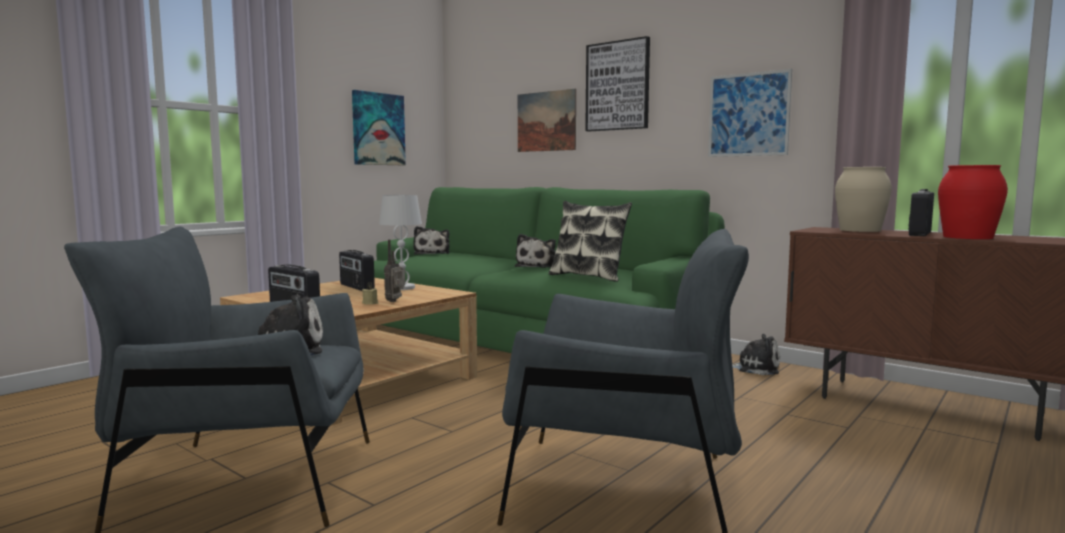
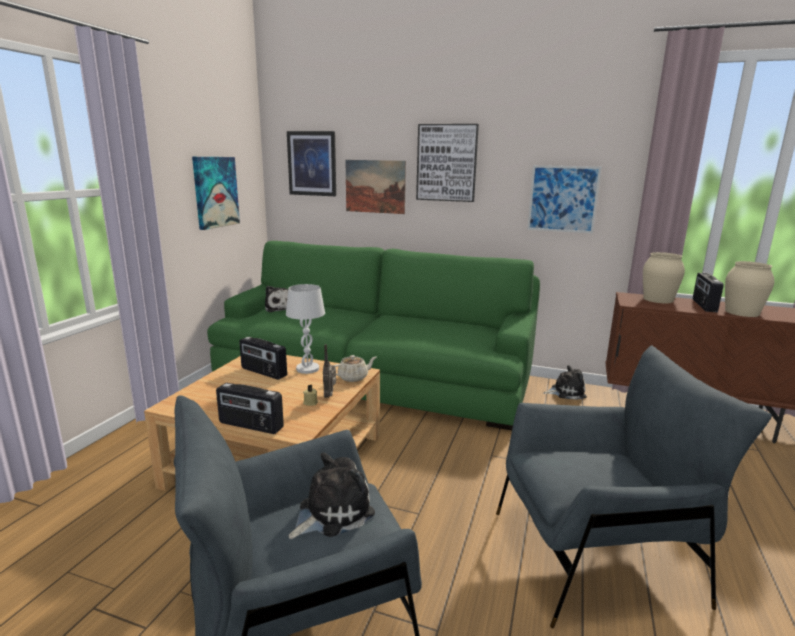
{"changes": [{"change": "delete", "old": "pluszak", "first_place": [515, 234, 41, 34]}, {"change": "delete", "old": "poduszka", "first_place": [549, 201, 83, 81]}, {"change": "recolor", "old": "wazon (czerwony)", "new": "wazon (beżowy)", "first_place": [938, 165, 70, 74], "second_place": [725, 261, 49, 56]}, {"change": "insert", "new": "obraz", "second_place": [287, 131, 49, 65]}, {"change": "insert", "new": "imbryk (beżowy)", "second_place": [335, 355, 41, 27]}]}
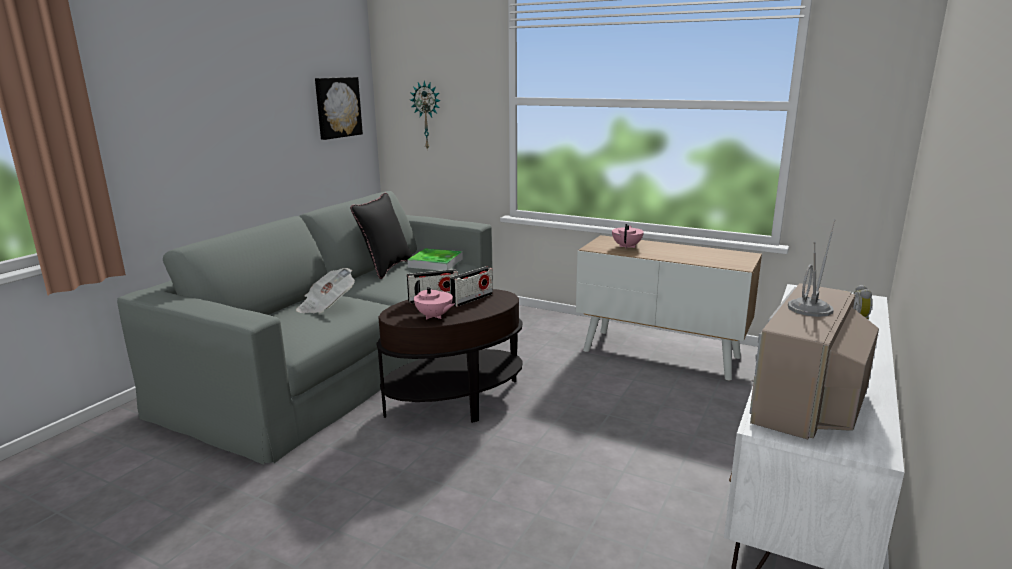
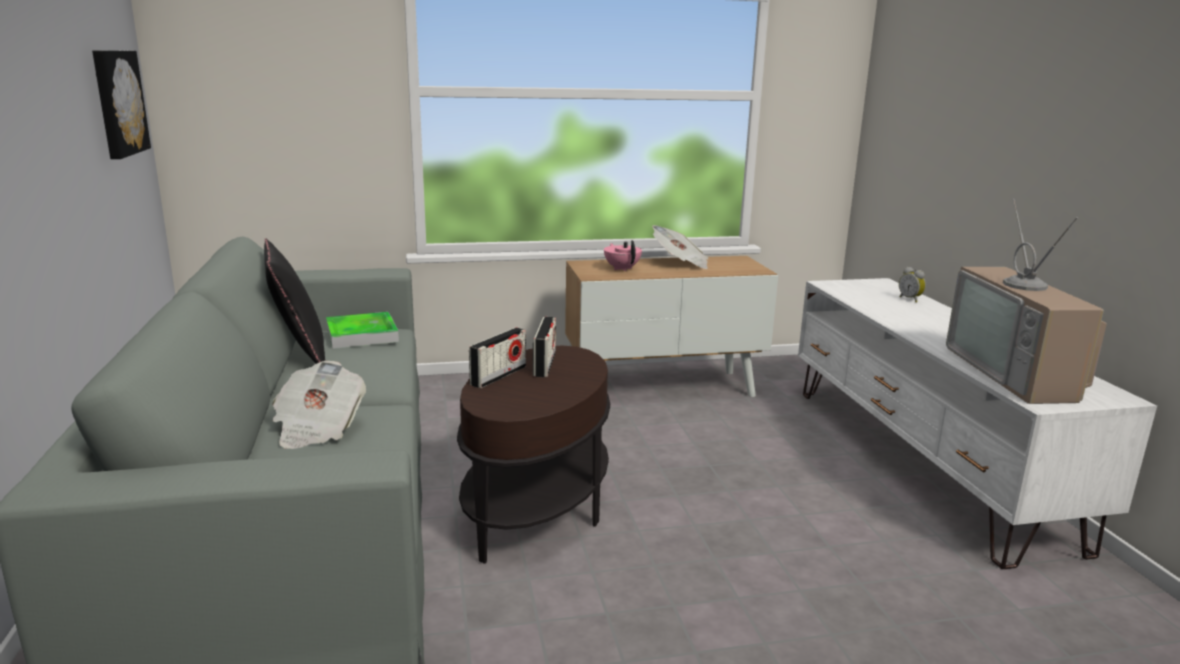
{"changes": [{"change": "delete", "old": "zegar ścienny", "first_place": [410, 81, 31, 69]}, {"change": "delete", "old": "imbryk (różowy)", "first_place": [414, 280, 41, 39]}, {"change": "insert", "new": "gazeta", "second_place": [652, 225, 56, 44]}]}
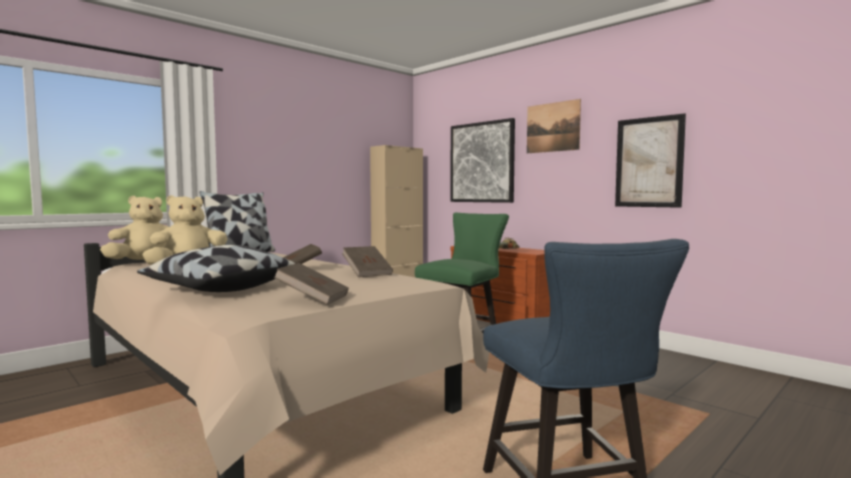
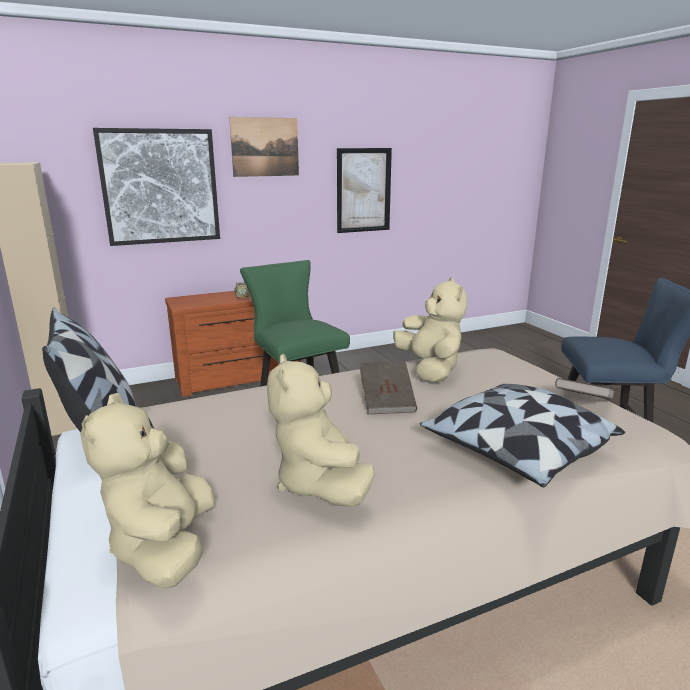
{"changes": [{"change": "replace", "old": "książka (brązowy)", "new": "pluszak (beżowy)", "first_place": [342, 246, 51, 31], "second_place": [393, 277, 74, 106]}]}
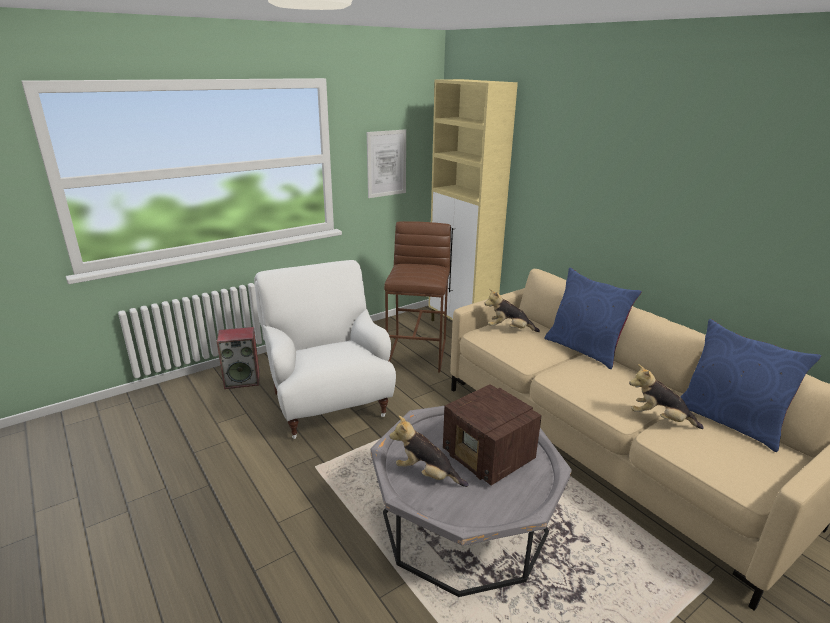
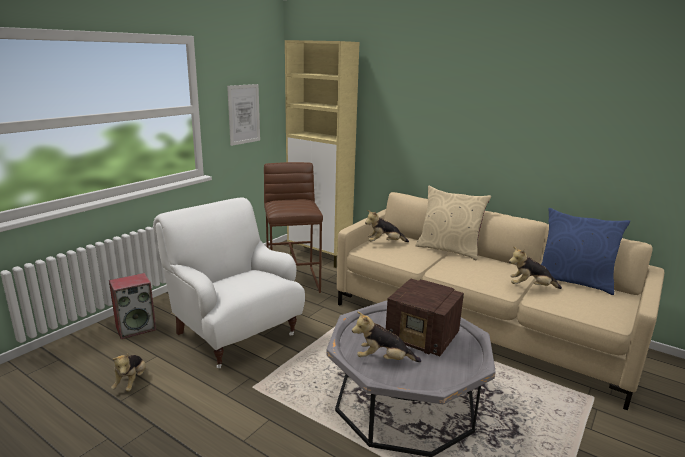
{"changes": [{"change": "recolor", "old": "poduszka (niebieski)", "new": "poduszka (beżowy)", "first_place": [544, 268, 98, 101], "second_place": [415, 186, 76, 74]}, {"change": "insert", "new": "pluszak", "second_place": [111, 352, 35, 40]}]}
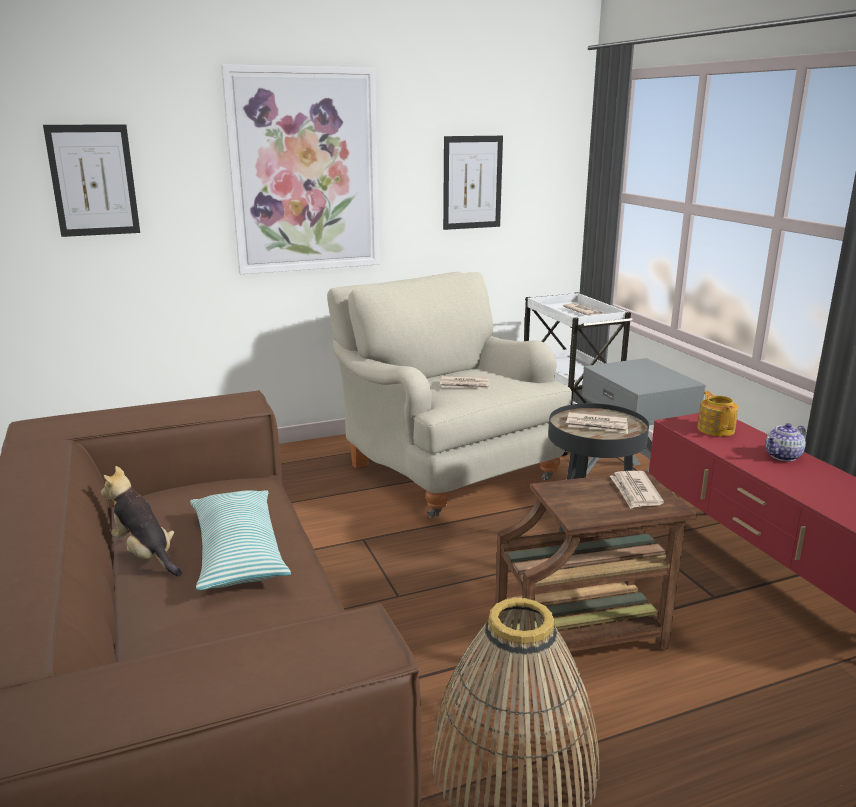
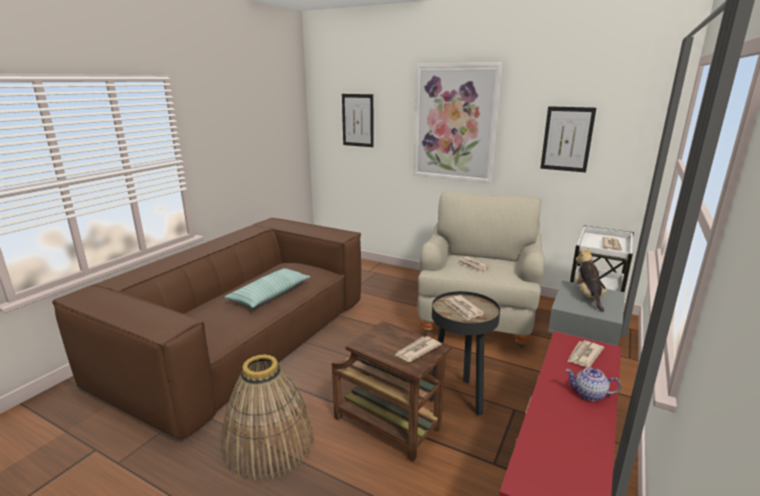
{"changes": [{"change": "move", "old": "pluszak", "first_place": [101, 466, 81, 110], "second_place": [574, 248, 33, 64]}, {"change": "replace", "old": "imbryk", "new": "gazeta", "first_place": [697, 391, 41, 45], "second_place": [567, 341, 37, 26]}]}
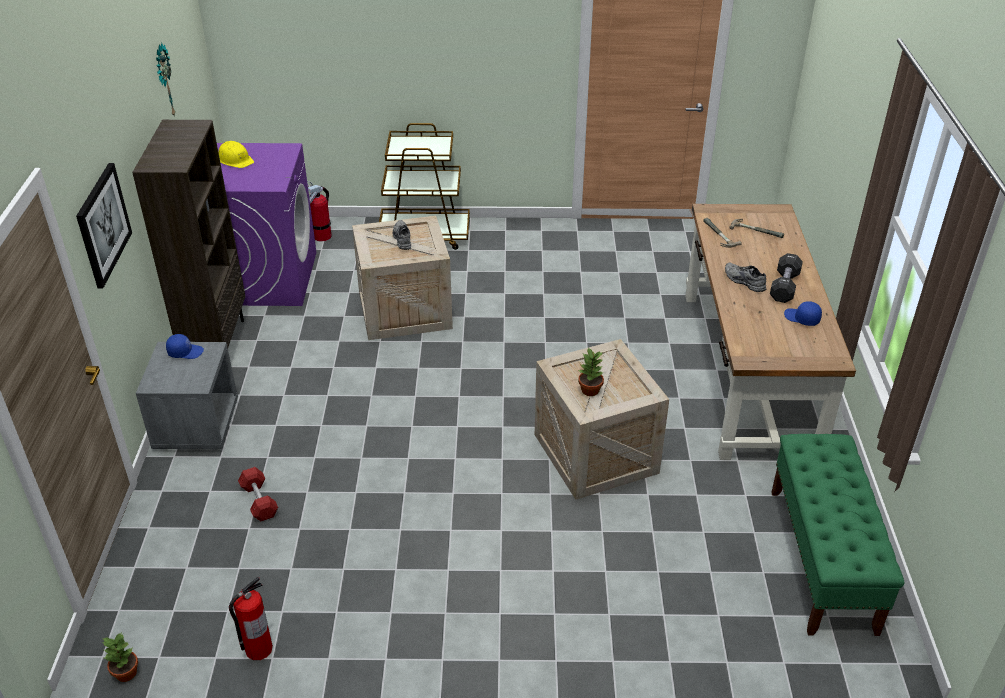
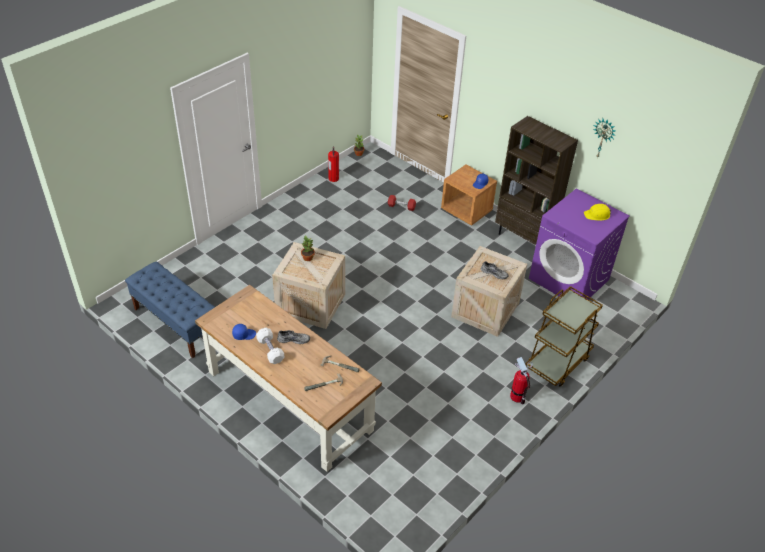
{"changes": [{"change": "delete", "old": "obraz", "first_place": [76, 163, 56, 125]}, {"change": "recolor", "old": "szafka nocna (szary)", "new": "szafka nocna (brązowy)", "first_place": [136, 342, 102, 107], "second_place": [441, 165, 56, 60]}, {"change": "move", "old": "gaśnica", "first_place": [307, 181, 25, 60], "second_place": [510, 357, 23, 48]}, {"change": "recolor", "old": "hantel (czarny)", "new": "hantel (biały)", "first_place": [770, 253, 33, 50], "second_place": [256, 327, 29, 37]}, {"change": "recolor", "old": "ławka (zielony)", "new": "ławka (niebieski)", "first_place": [771, 434, 133, 202], "second_place": [125, 261, 90, 97]}]}
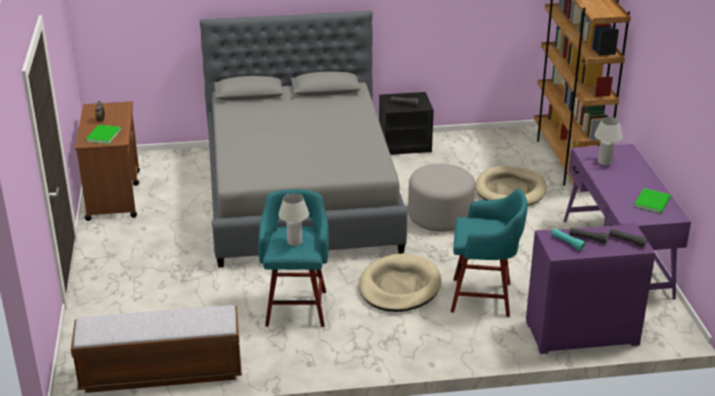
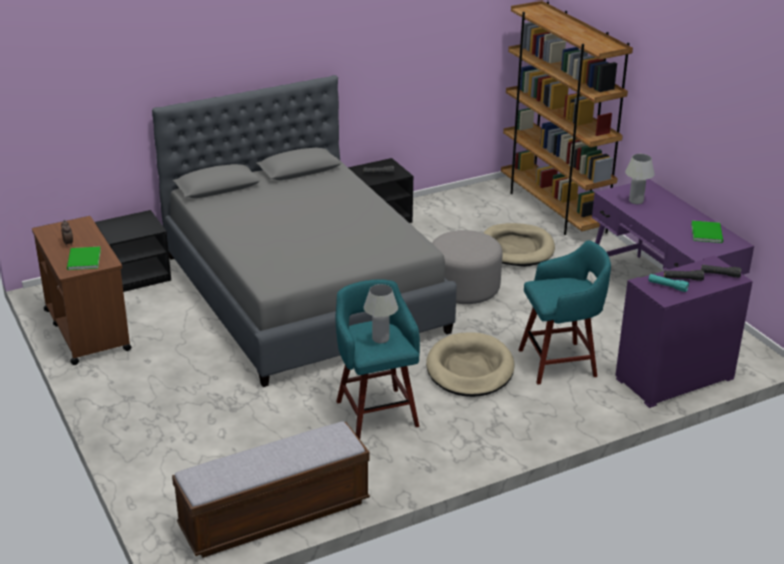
{"changes": [{"change": "insert", "new": "szafka nocna (czarny)", "second_place": [95, 210, 76, 82]}]}
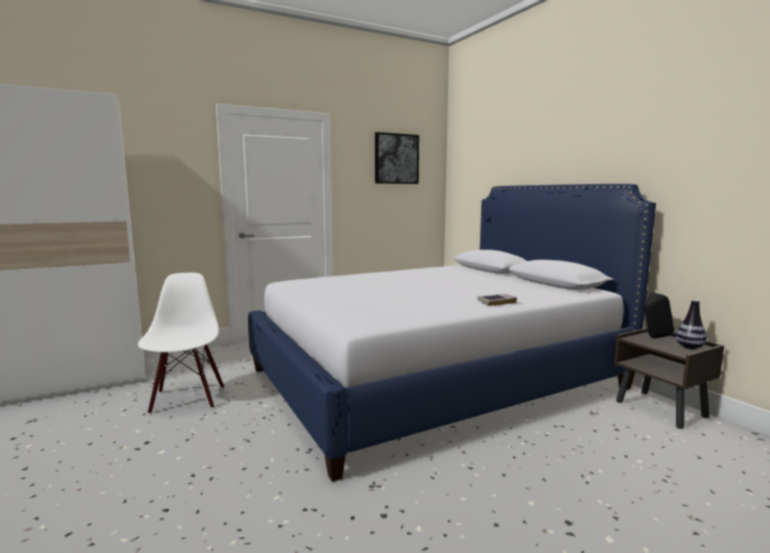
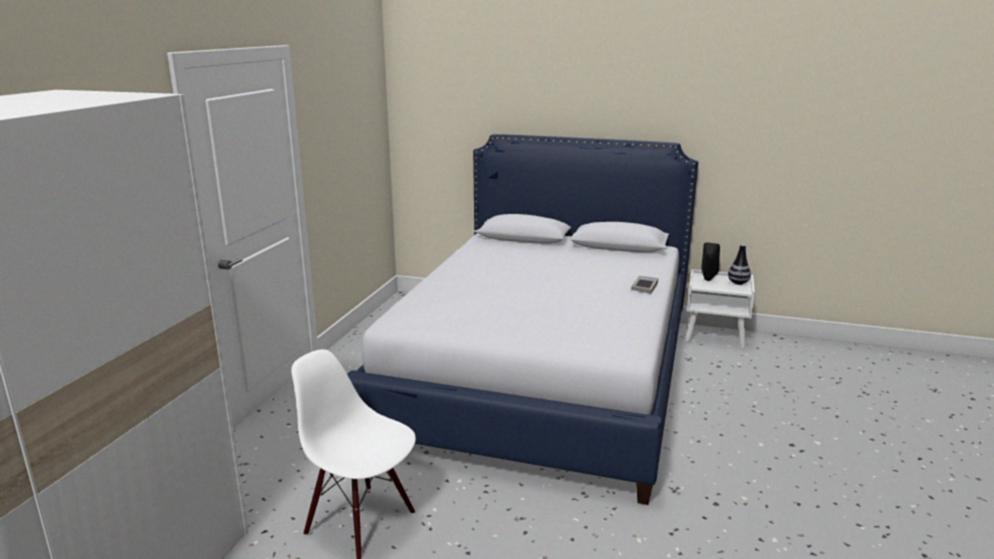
{"changes": [{"change": "delete", "old": "obraz", "first_place": [375, 132, 44, 52]}, {"change": "recolor", "old": "szafka nocna (brązowy)", "new": "szafka nocna (biały)", "first_place": [614, 328, 110, 101], "second_place": [685, 269, 70, 80]}]}
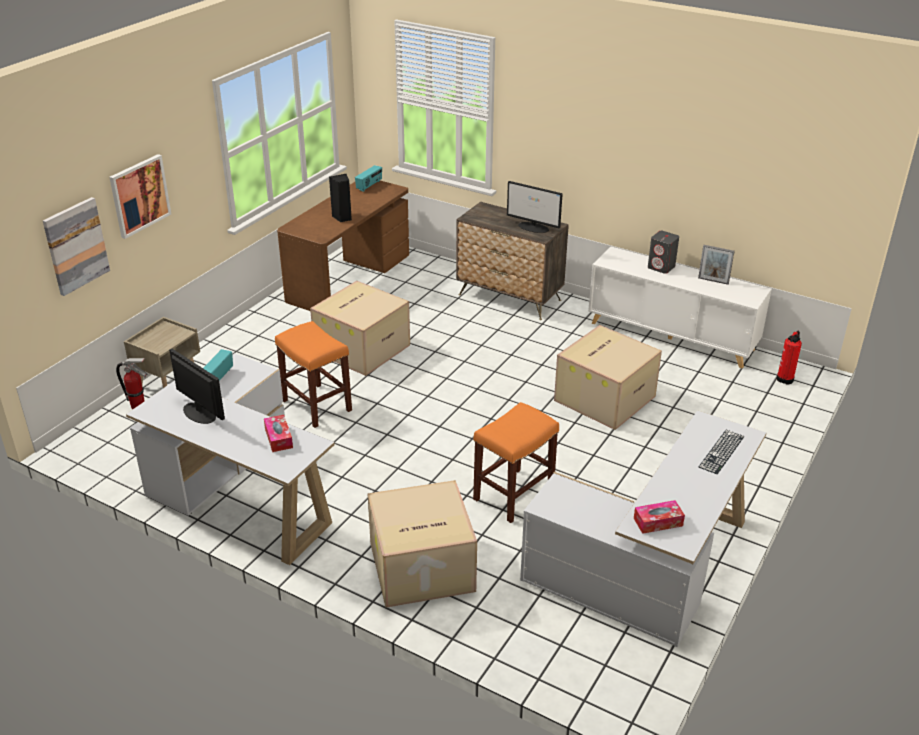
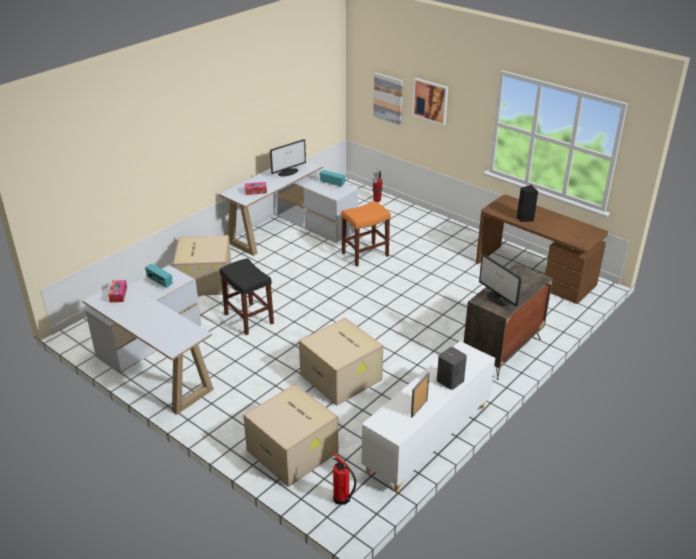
{"changes": [{"change": "delete", "old": "szafka nocna (beżowy)", "first_place": [124, 317, 76, 71]}, {"change": "move", "old": "karton", "first_place": [310, 281, 100, 95], "second_place": [243, 384, 95, 103]}, {"change": "move", "old": "radio", "first_place": [355, 165, 27, 27], "second_place": [145, 264, 27, 24]}, {"change": "recolor", "old": "stołek (pomarańczowy)", "new": "stołek (czarny)", "first_place": [473, 402, 86, 121], "second_place": [220, 258, 54, 77]}, {"change": "rotate", "old": "monitor", "first_place": [507, 181, 56, 52], "second_place": [479, 254, 43, 53], "degrees": -75}, {"change": "delete", "old": "klawiatura", "first_place": [699, 430, 45, 44]}]}
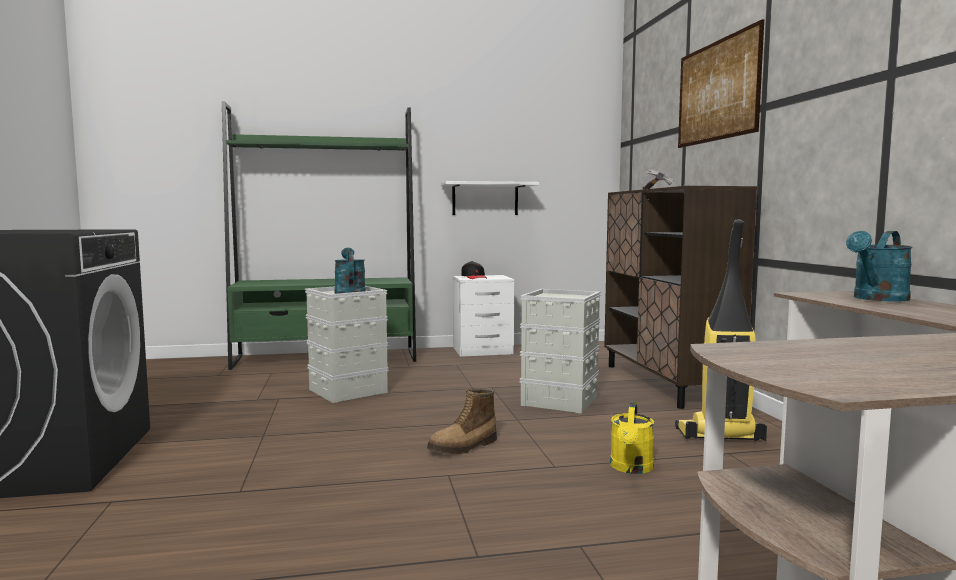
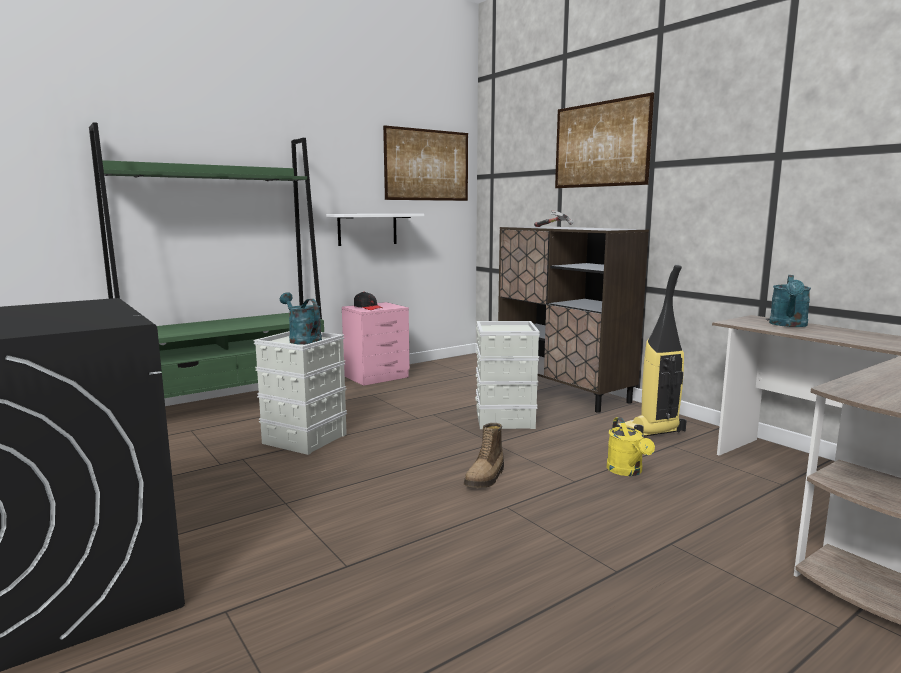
{"changes": [{"change": "recolor", "old": "szafka nocna (biały)", "new": "szafka nocna (różowy)", "first_place": [453, 275, 61, 82], "second_place": [342, 302, 68, 84]}, {"change": "insert", "new": "obraz", "second_place": [383, 125, 85, 76]}]}
